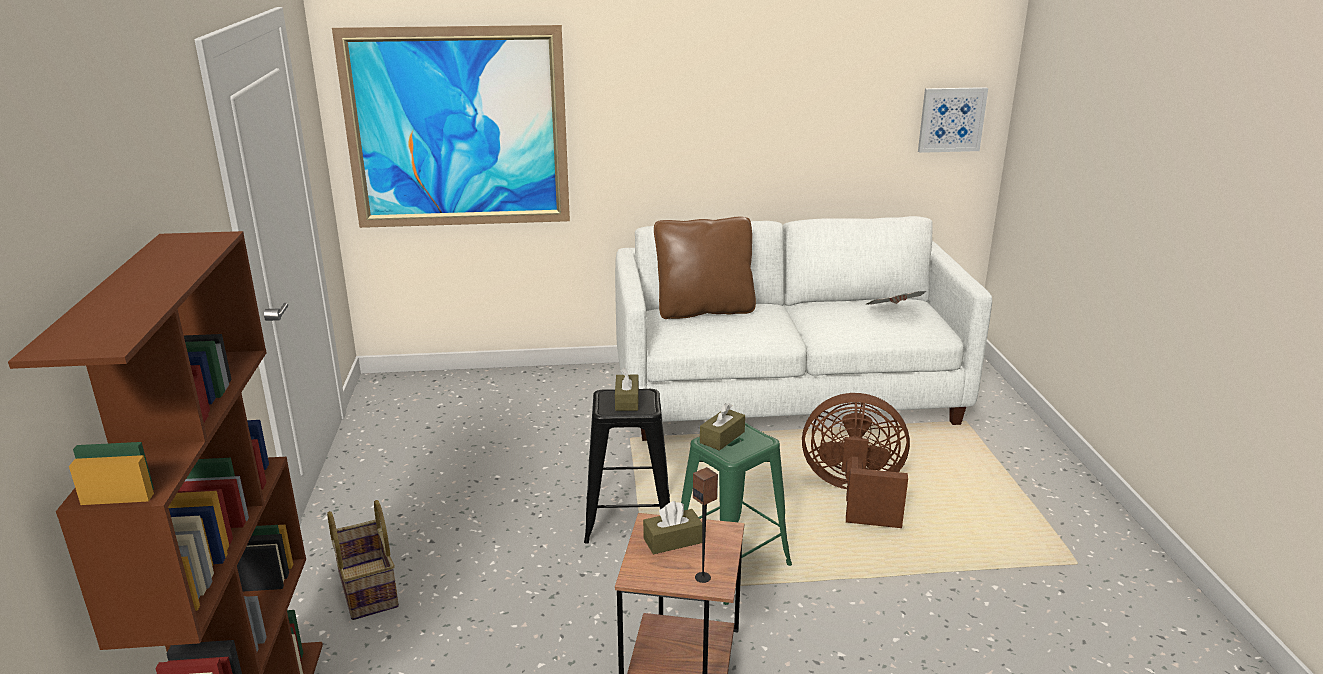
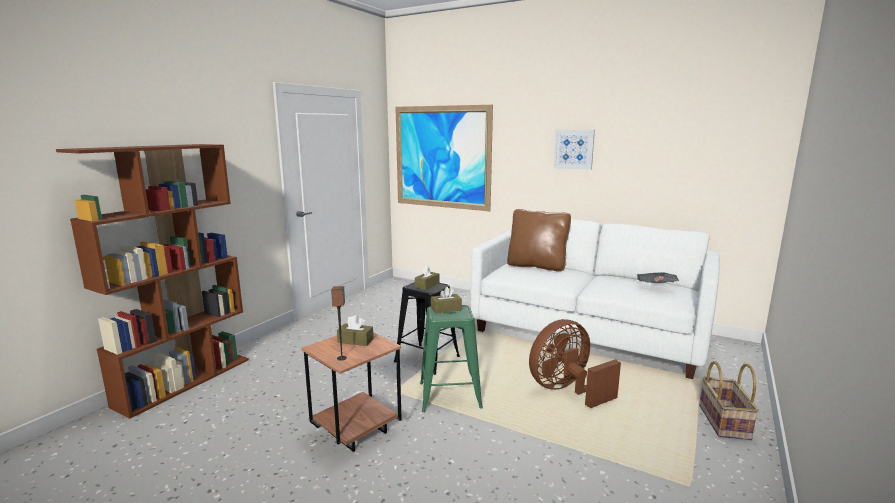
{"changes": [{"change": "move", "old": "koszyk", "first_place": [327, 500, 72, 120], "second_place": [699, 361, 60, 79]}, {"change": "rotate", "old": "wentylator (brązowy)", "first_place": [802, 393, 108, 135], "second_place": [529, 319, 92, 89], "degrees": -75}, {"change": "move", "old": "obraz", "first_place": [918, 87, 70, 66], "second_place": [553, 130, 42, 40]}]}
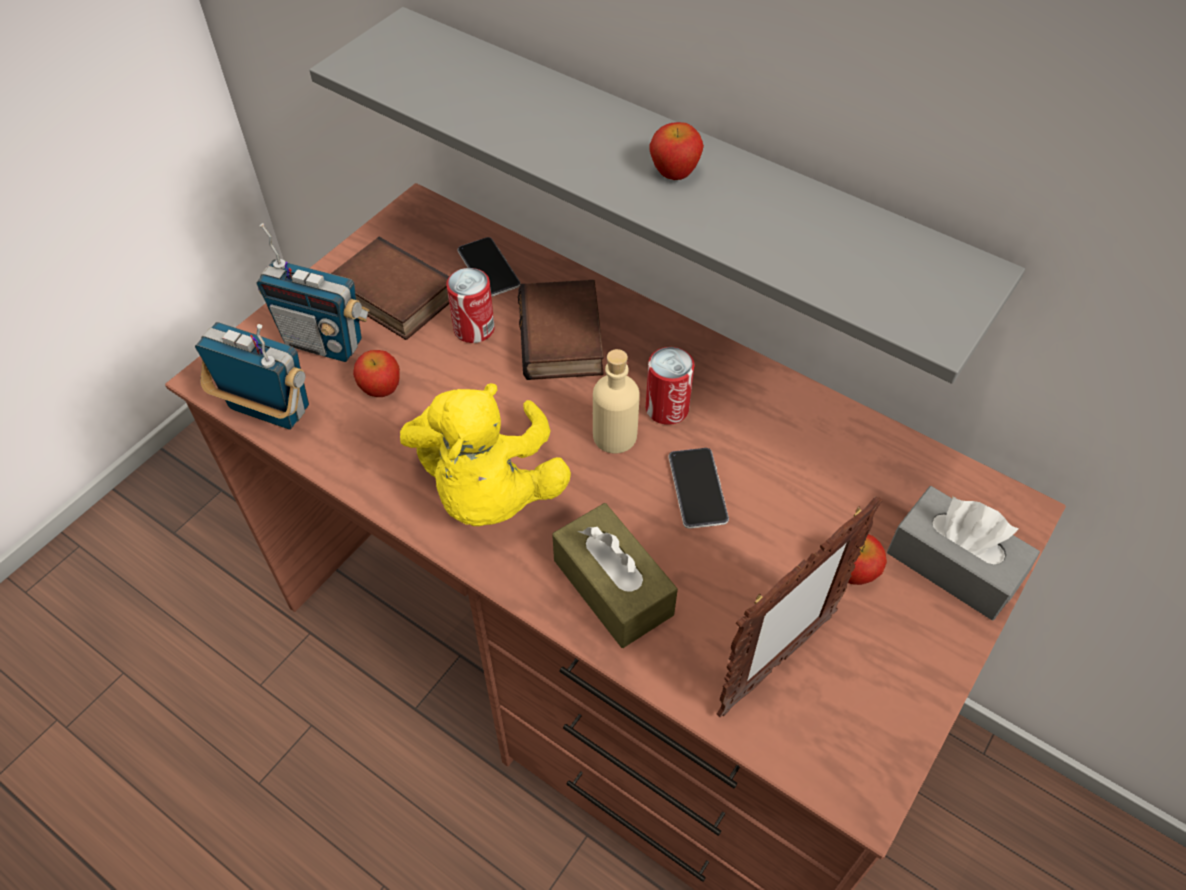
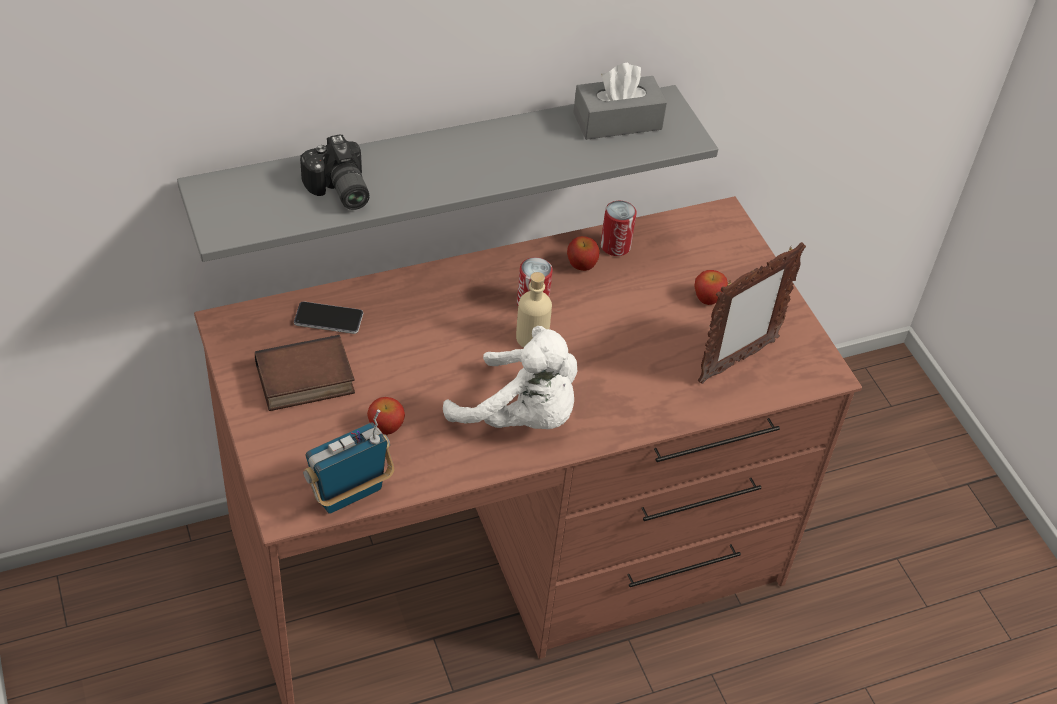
{"changes": [{"change": "delete", "old": "radio", "first_place": [257, 223, 113, 139]}, {"change": "recolor", "old": "pluszak (żółty)", "new": "pluszak (biały)", "first_place": [400, 383, 171, 143], "second_place": [443, 326, 134, 103]}, {"change": "move", "old": "puszka", "first_place": [446, 268, 49, 75], "second_place": [600, 201, 37, 55]}, {"change": "delete", "old": "książka", "first_place": [518, 280, 86, 100]}, {"change": "delete", "old": "pudełko chusteczek (brązowy)", "first_place": [552, 503, 126, 145]}, {"change": "move", "old": "jabłko", "first_place": [649, 122, 55, 58], "second_place": [567, 236, 33, 35]}, {"change": "delete", "old": "telefon", "first_place": [668, 448, 61, 81]}, {"change": "rotate", "old": "ramka na zdjęcie", "first_place": [717, 496, 166, 221], "second_place": [698, 242, 108, 142], "degrees": 60}, {"change": "move", "old": "pudełko chusteczek (szary)", "first_place": [887, 486, 153, 134], "second_place": [573, 63, 94, 77]}, {"change": "insert", "new": "aparat fotograficzny", "second_place": [300, 134, 69, 76]}]}
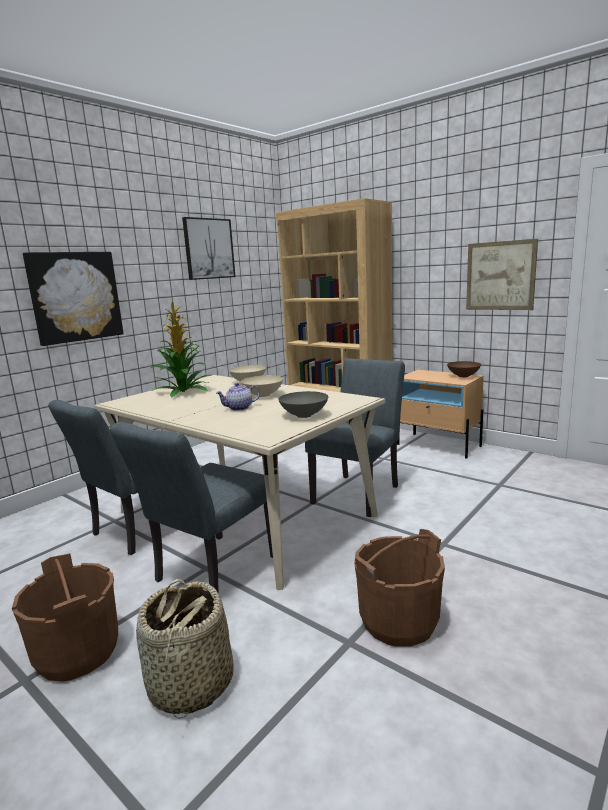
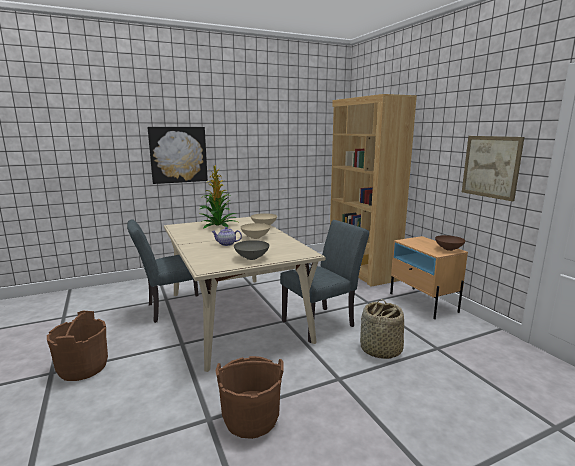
{"changes": [{"change": "delete", "old": "krzesło (szary)", "first_place": [110, 422, 163, 170]}, {"change": "move", "old": "koszyk", "first_place": [136, 579, 97, 140], "second_place": [360, 299, 44, 60]}, {"change": "delete", "old": "obraz", "first_place": [182, 217, 54, 63]}]}
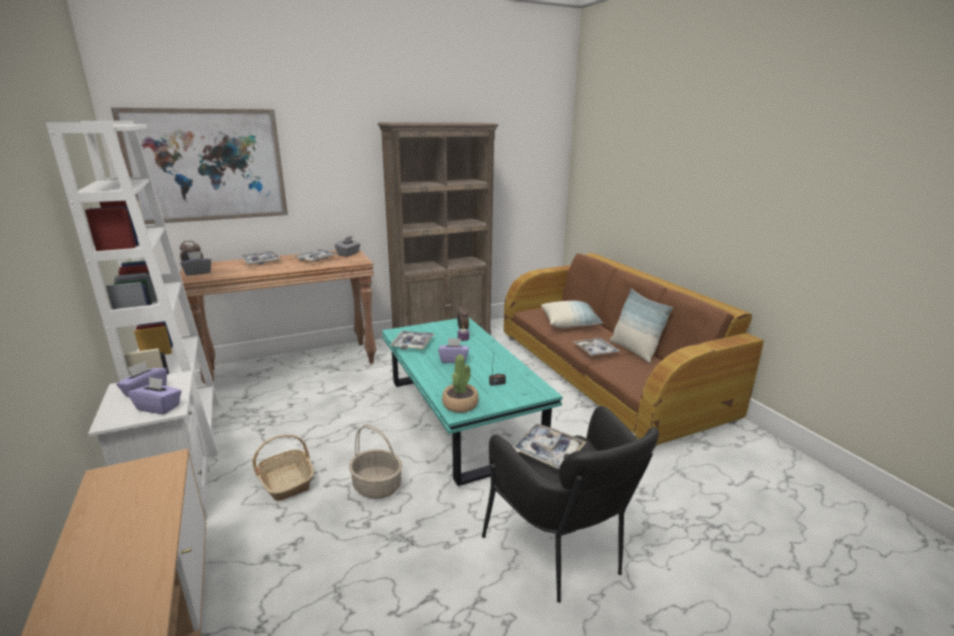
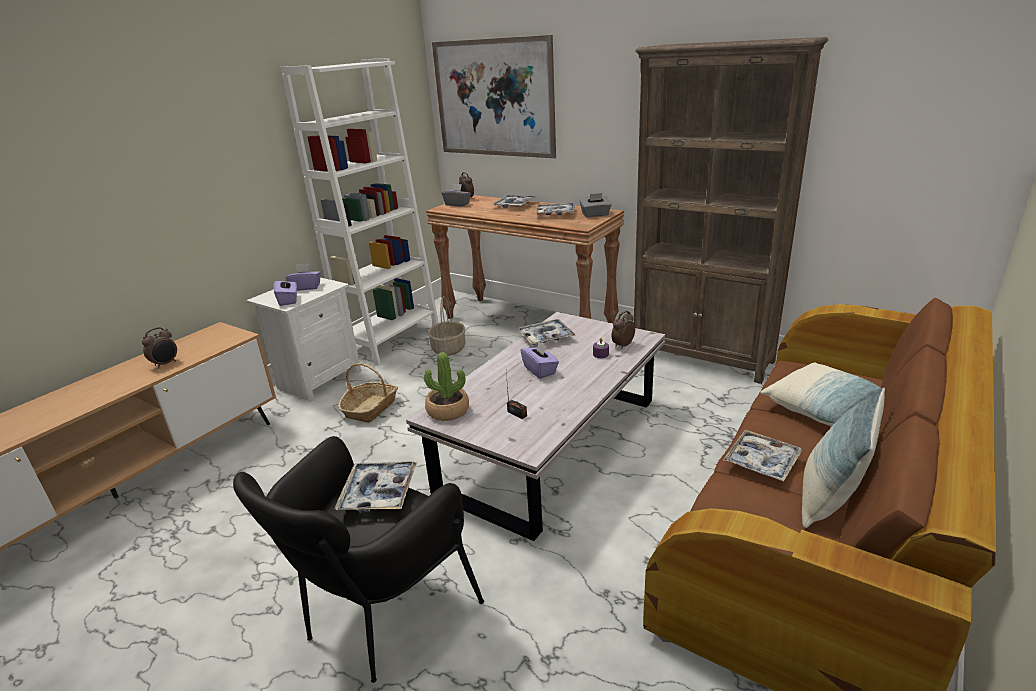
{"changes": [{"change": "move", "old": "koszyk", "first_place": [349, 425, 53, 74], "second_place": [428, 296, 38, 60]}, {"change": "recolor", "old": "ława (turkusowy)", "new": "ława (biały)", "first_place": [382, 318, 181, 168], "second_place": [406, 312, 259, 229]}, {"change": "insert", "new": "budzik", "second_place": [142, 327, 35, 42]}]}
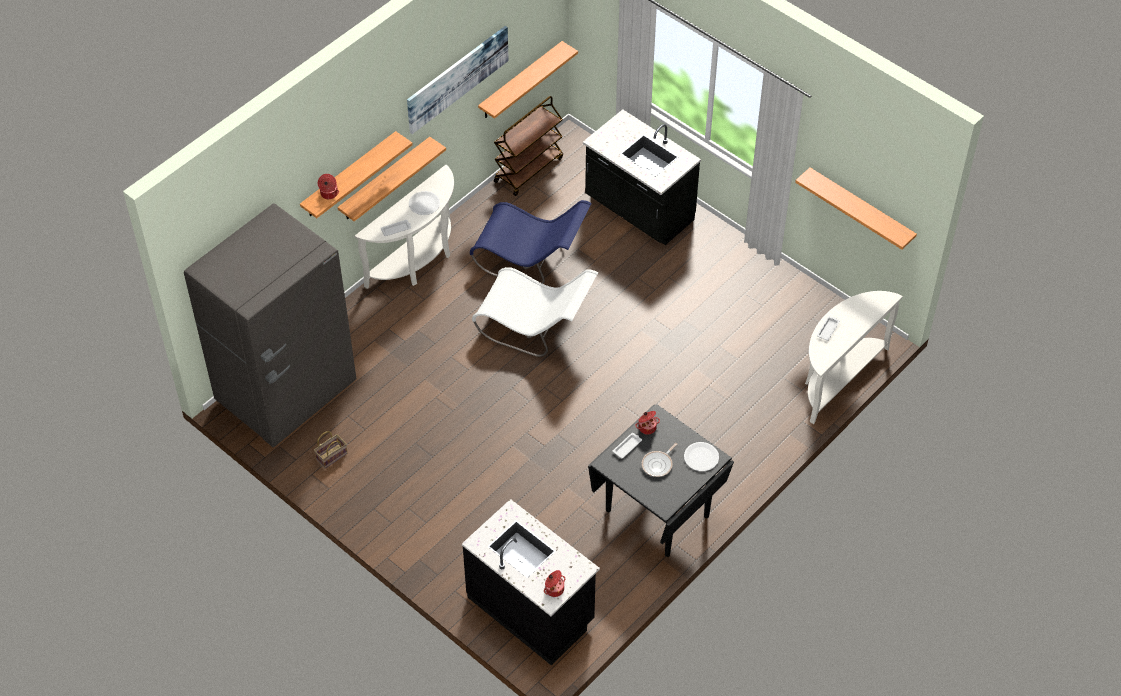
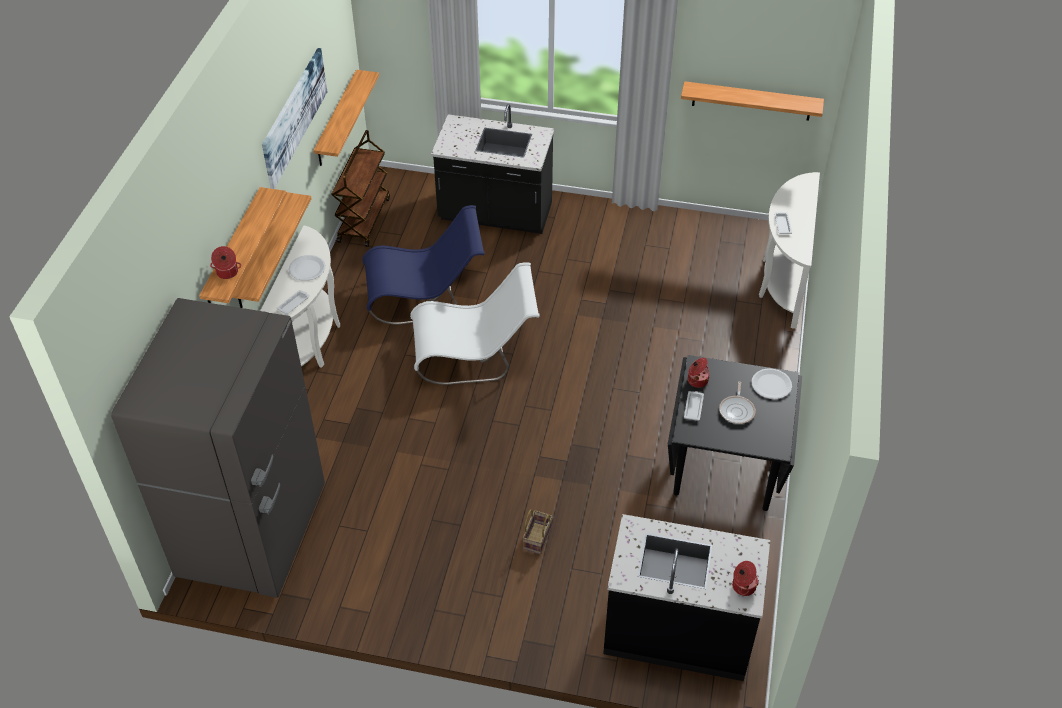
{"changes": [{"change": "move", "old": "koszyk", "first_place": [314, 431, 33, 37], "second_place": [523, 509, 30, 45]}]}
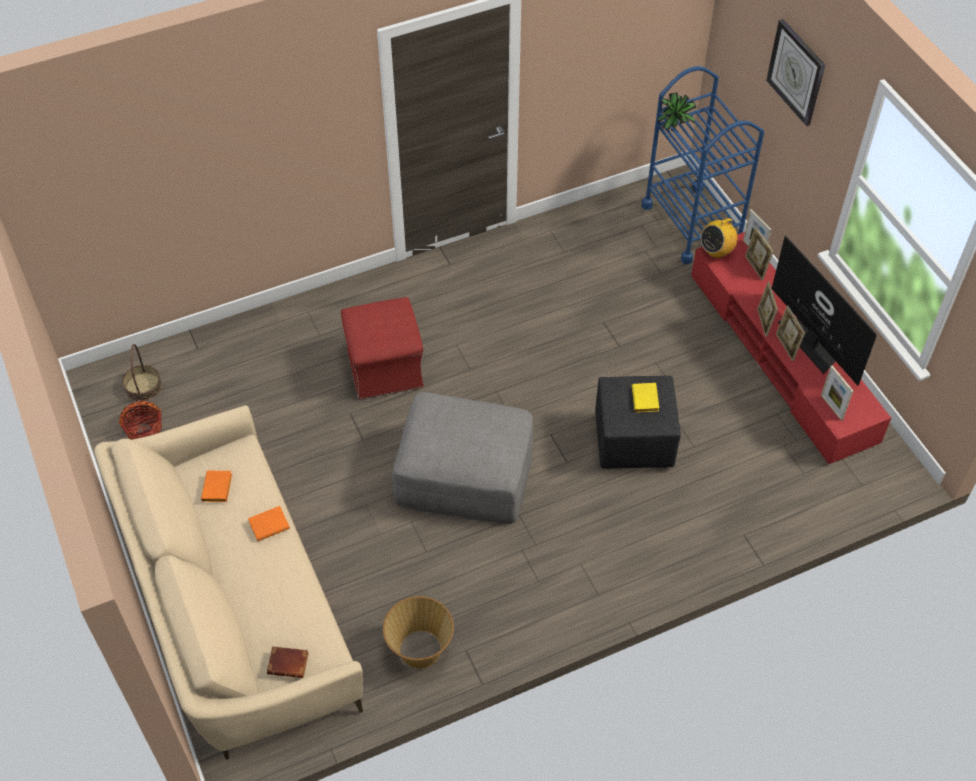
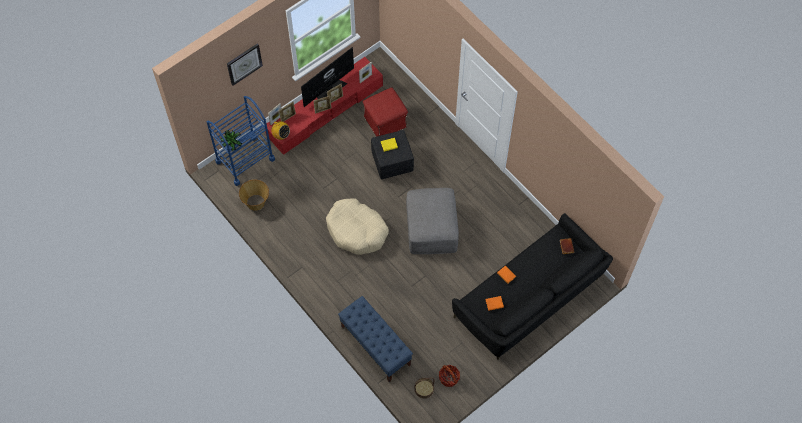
{"changes": [{"change": "recolor", "old": "kanapa (beżowy)", "new": "kanapa (czarny)", "first_place": [94, 405, 269, 355], "second_place": [452, 213, 161, 147]}, {"change": "move", "old": "pufa (czerwony)", "first_place": [341, 297, 83, 103], "second_place": [363, 87, 45, 50]}, {"change": "move", "old": "koszyk", "first_place": [383, 596, 71, 72], "second_place": [239, 180, 30, 31]}, {"change": "insert", "new": "legowisko (beżowy)", "second_place": [326, 198, 63, 57]}, {"change": "insert", "new": "ławka (niebieski)", "second_place": [338, 296, 75, 86]}]}
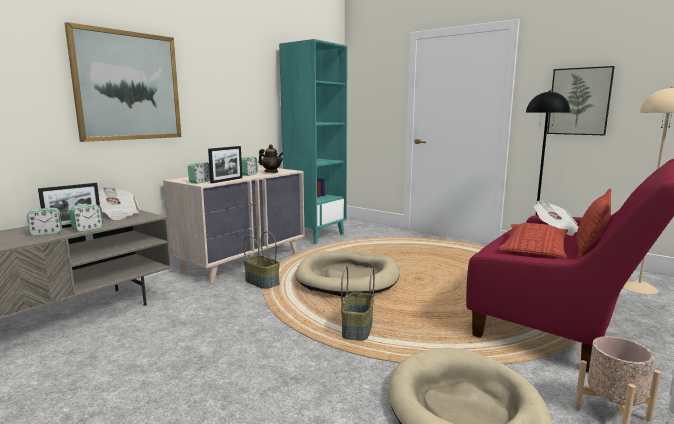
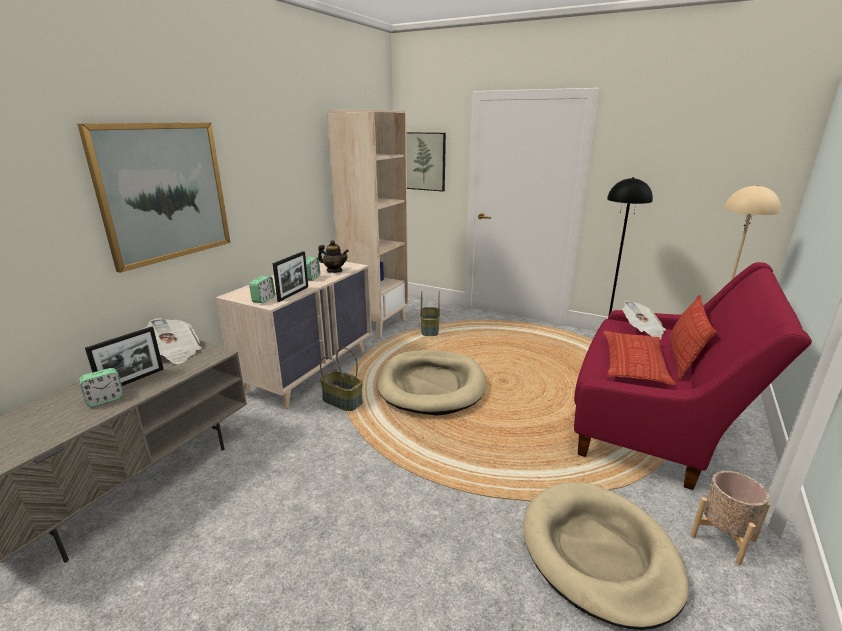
{"changes": [{"change": "delete", "old": "budzik", "first_place": [69, 204, 35, 28]}, {"change": "recolor", "old": "regał (turkusowy)", "new": "regał (beżowy)", "first_place": [279, 39, 69, 205], "second_place": [327, 110, 81, 228]}, {"change": "move", "old": "koszyk", "first_place": [341, 266, 34, 75], "second_place": [420, 290, 20, 46]}, {"change": "move", "old": "obraz", "first_place": [547, 66, 68, 69], "second_place": [406, 132, 40, 60]}]}
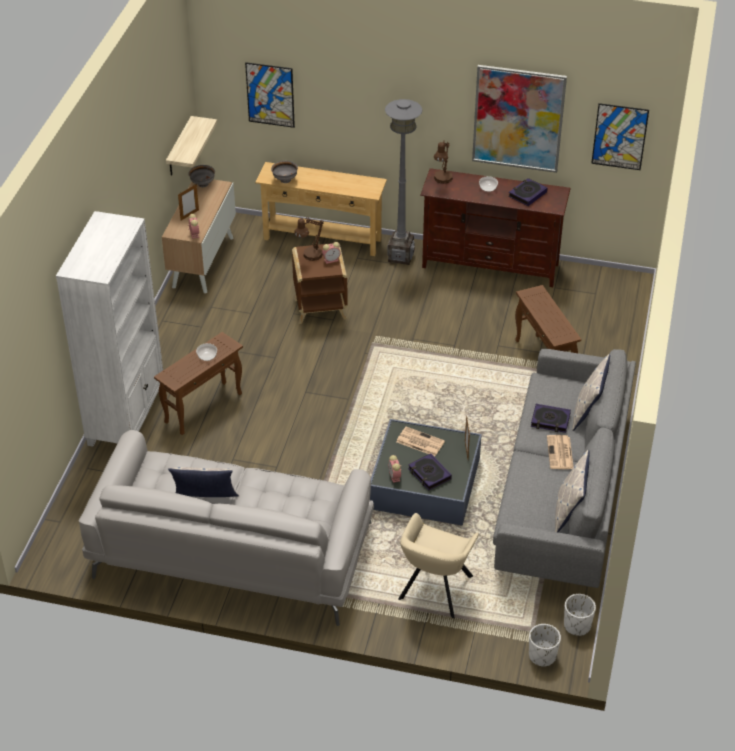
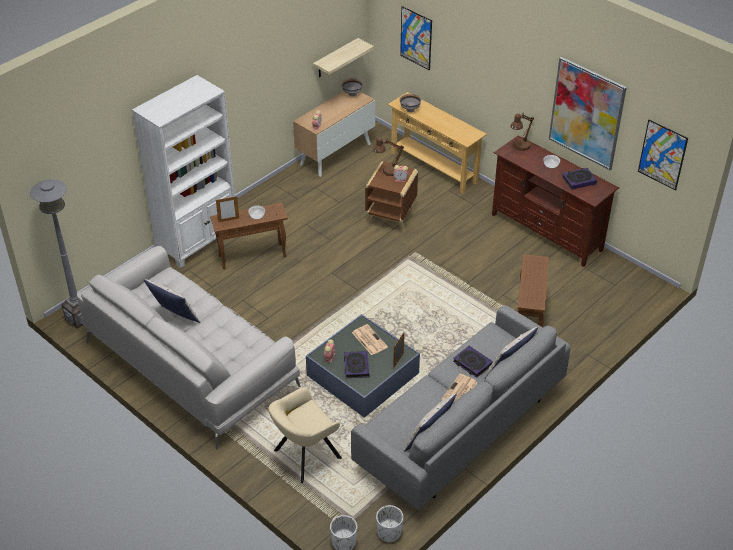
{"changes": [{"change": "move", "old": "ramka na zdjęcie", "first_place": [178, 184, 21, 37], "second_place": [216, 196, 23, 26]}, {"change": "move", "old": "lampa stojąca (szary)", "first_place": [385, 99, 37, 166], "second_place": [30, 179, 53, 150]}]}
